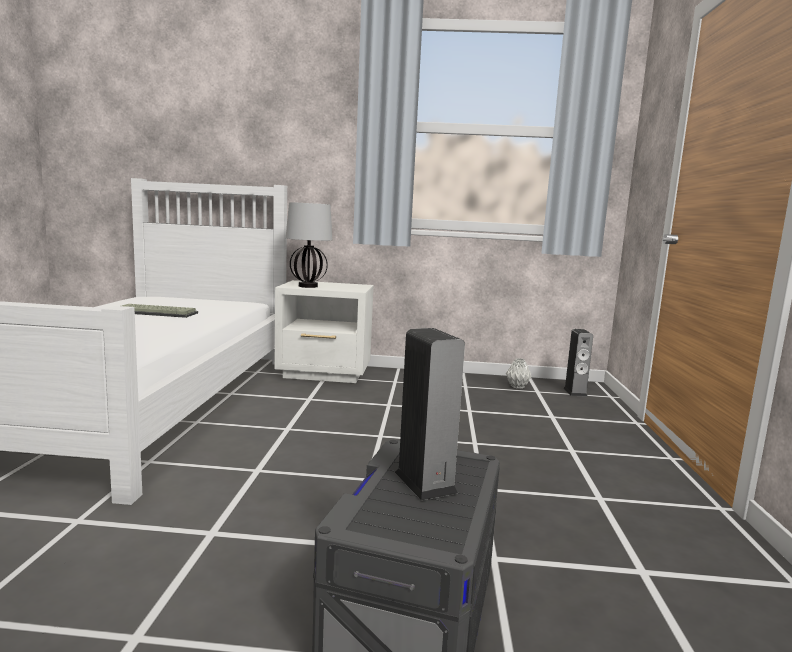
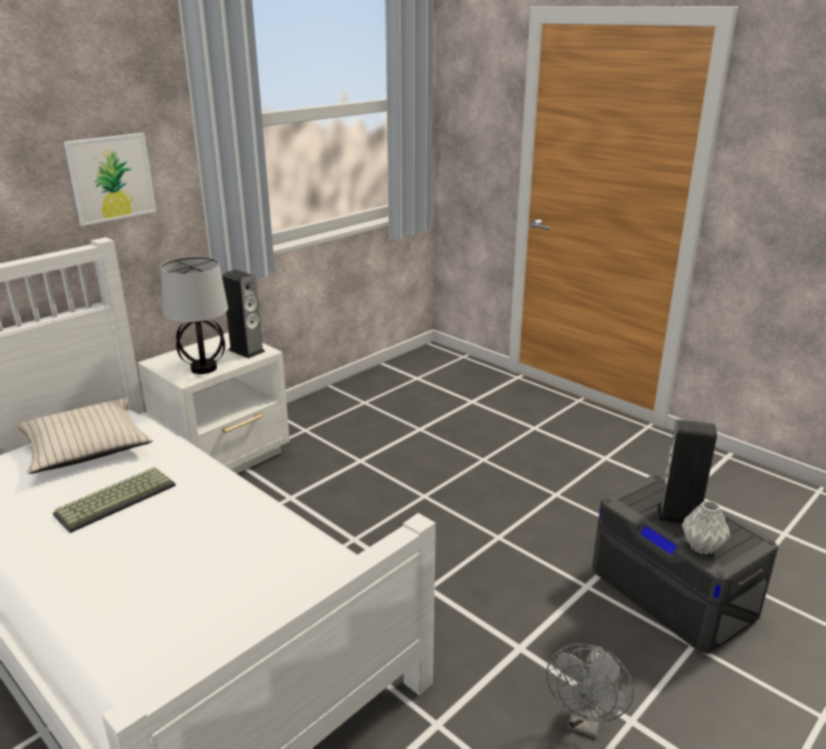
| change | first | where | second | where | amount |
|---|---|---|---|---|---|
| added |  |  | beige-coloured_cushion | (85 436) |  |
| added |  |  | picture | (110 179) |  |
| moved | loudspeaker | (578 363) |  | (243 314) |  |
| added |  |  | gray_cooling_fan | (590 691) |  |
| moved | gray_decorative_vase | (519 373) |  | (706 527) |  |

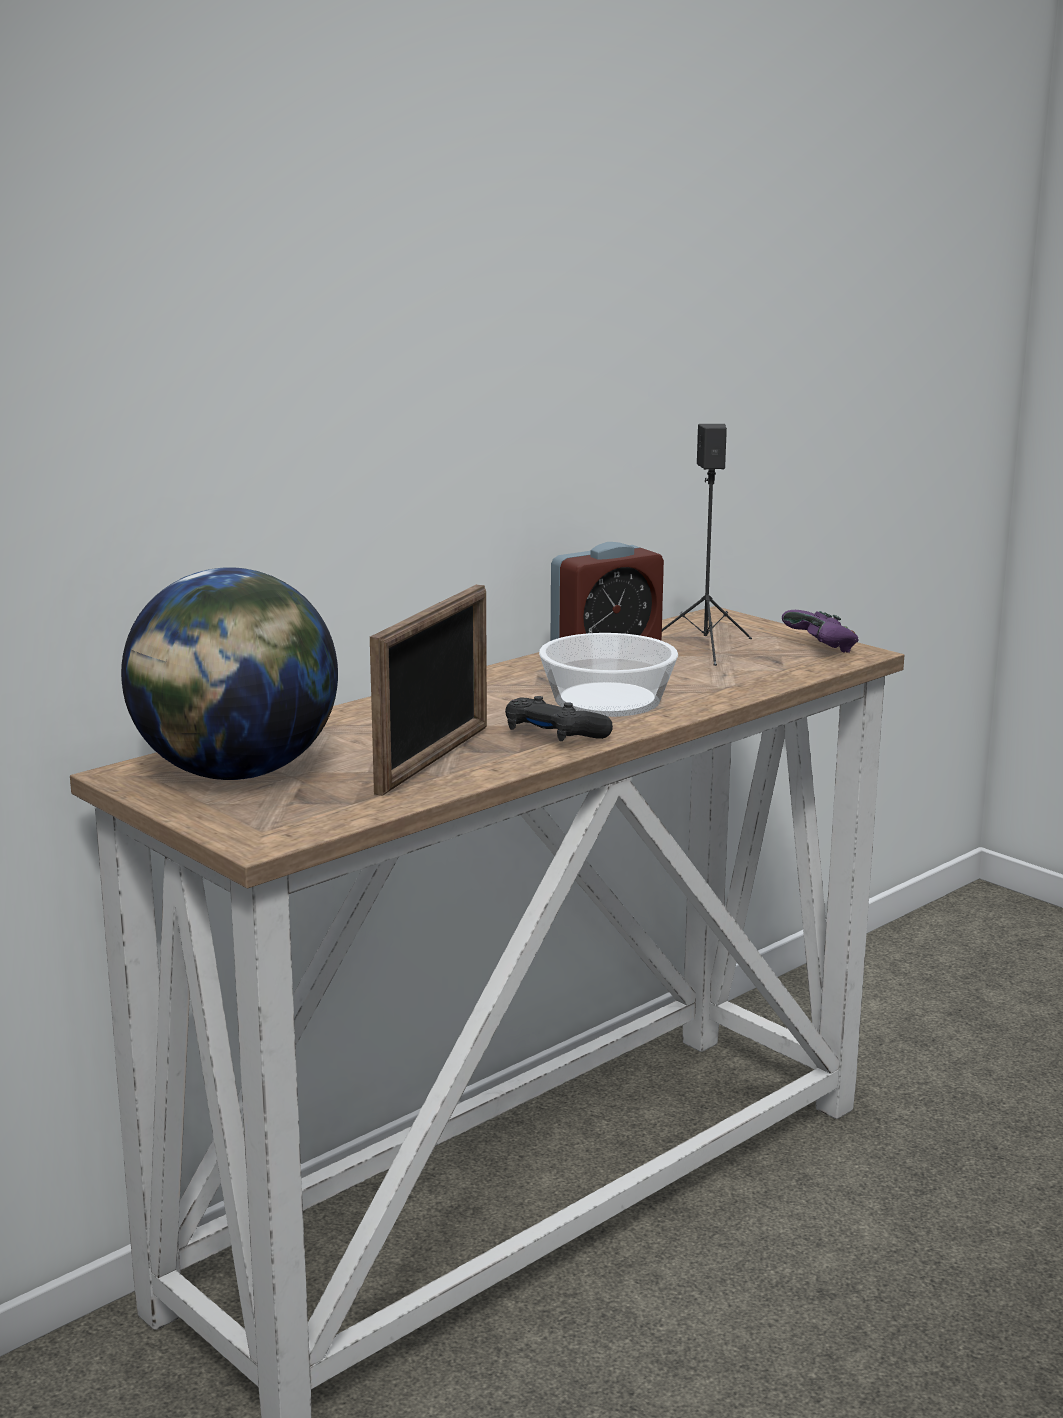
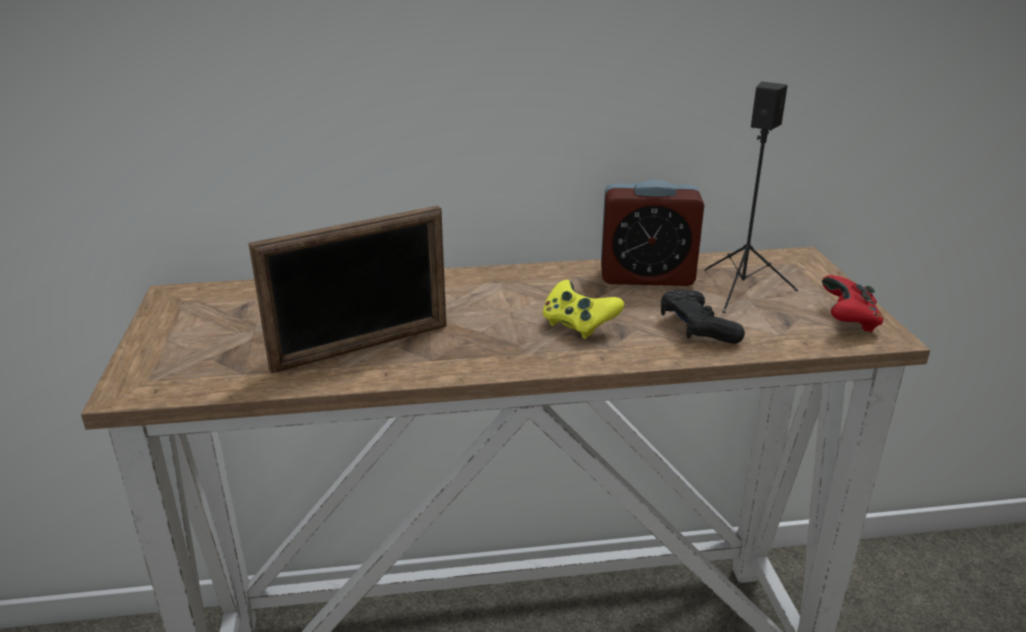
| change | first | where | second | where | amount |
|---|---|---|---|---|---|
| replaced | serving_bowl | (608 675) | yellow_gamepad | (583 309) |  |
| moved | blackish_gamepad | (559 718) |  | (703 316) |  |
| recoloured | purple-coloured_gamepad | (820 631) | red-coloured_gamepad | (852 304) |  |
| removed | world_globe | (229 673) |  |  |  |

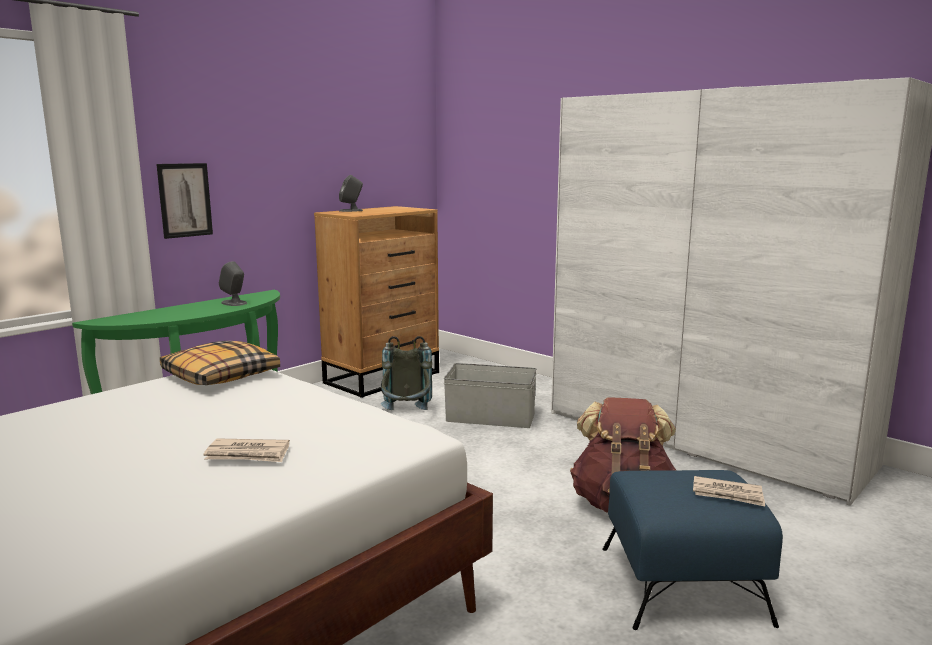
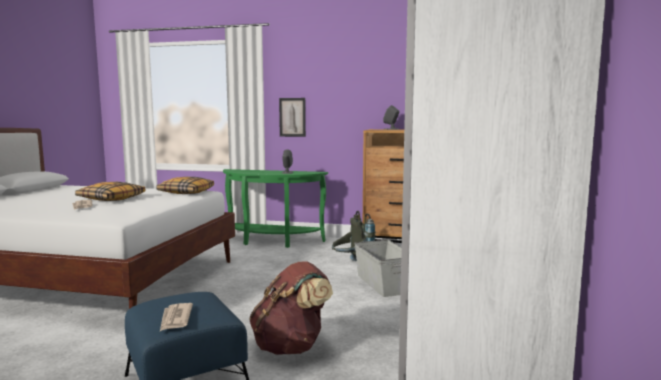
| change | first | where | second | where | amount |
|---|---|---|---|---|---|
| added |  |  | cushion | (110 191) |  |

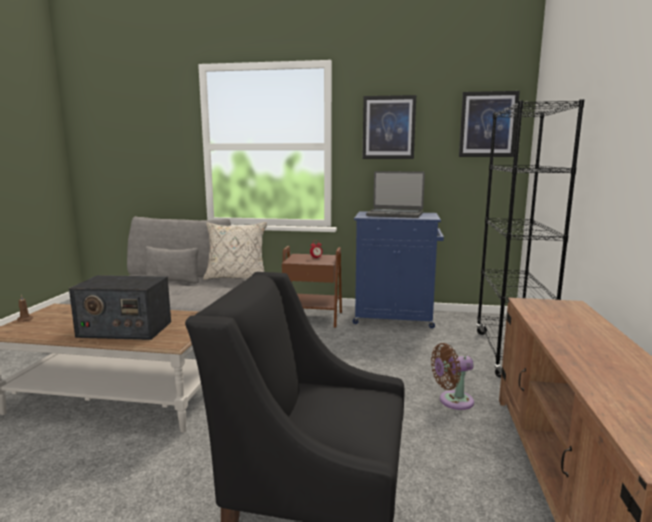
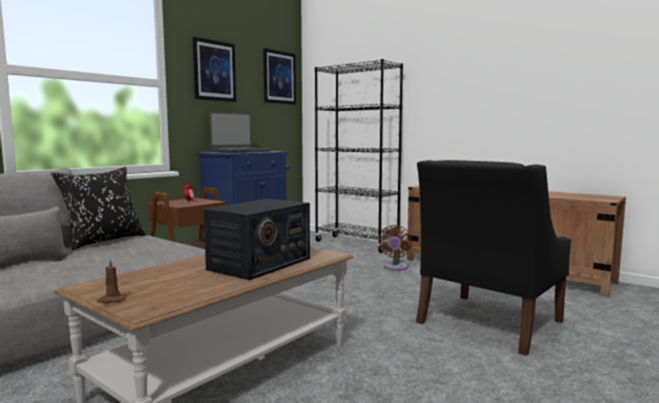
| change | first | where | second | where | amount |
|---|---|---|---|---|---|
| recoloured | beige-coloured_cushion | (235 251) | blackish_cushion | (98 208) |  |

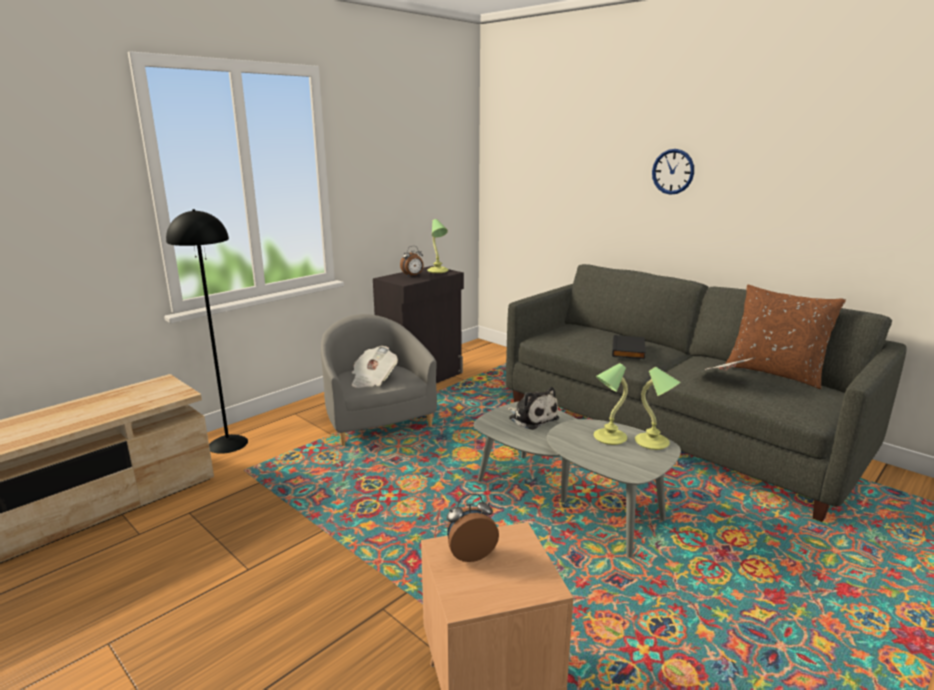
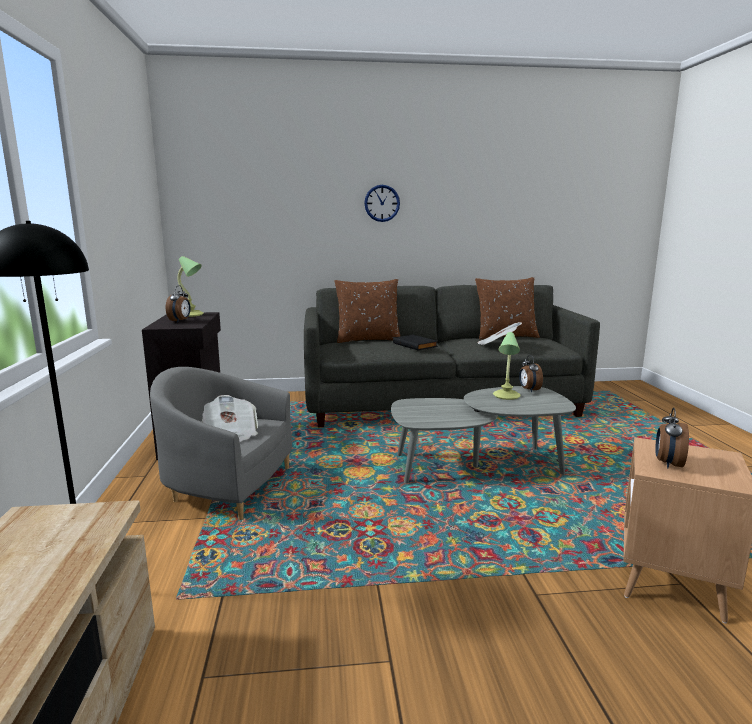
| change | first | where | second | where | amount |
|---|---|---|---|---|---|
| added |  |  | brown-coloured_cushion | (368 311) |  |
| replaced | lamp_for_a_table | (657 408) | bedside_clock | (531 373) |  |
| removed | plush_toy | (533 408) |  |  |  |

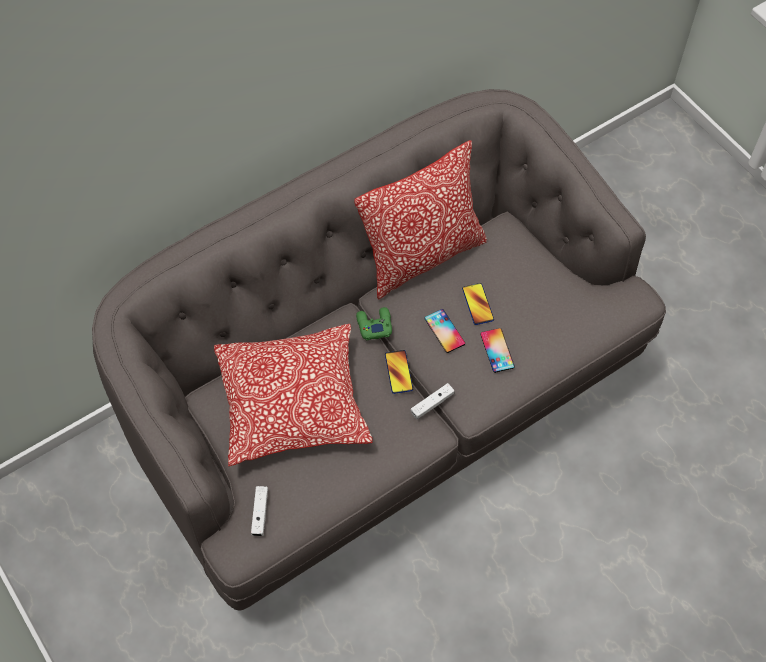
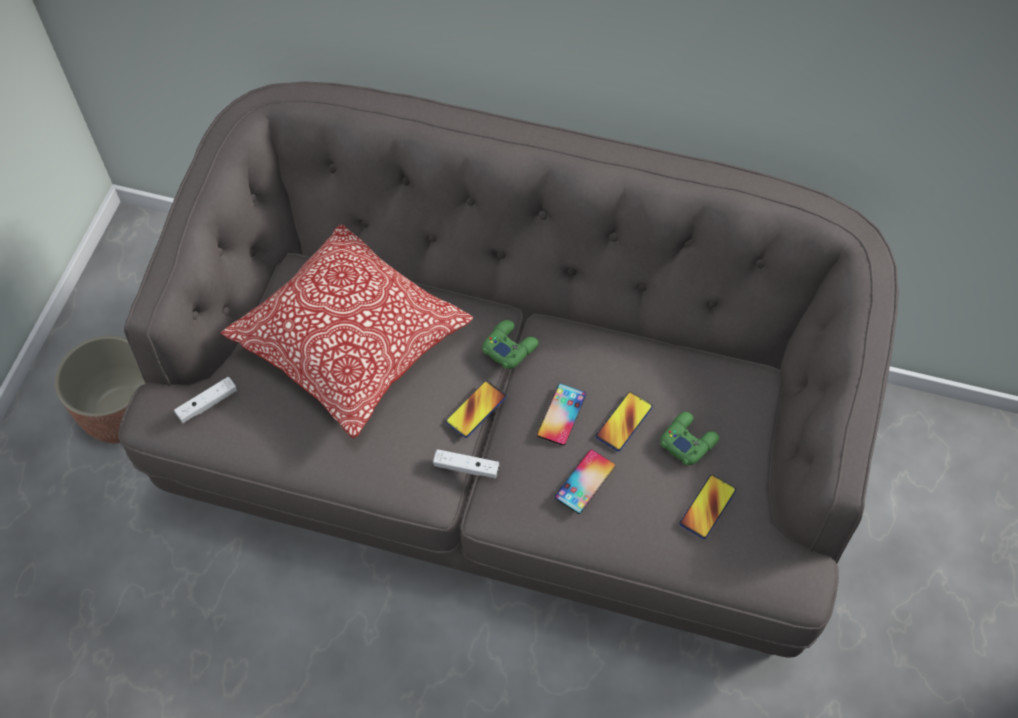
| change | first | where | second | where | amount |
|---|---|---|---|---|---|
| added |  |  | flower_pot | (100 390) |  |
| added |  |  | greenish_gamepad | (689 438) |  |
| added |  |  | telephone | (708 507) |  |
| removed | cushion | (420 219) |  |  |  |

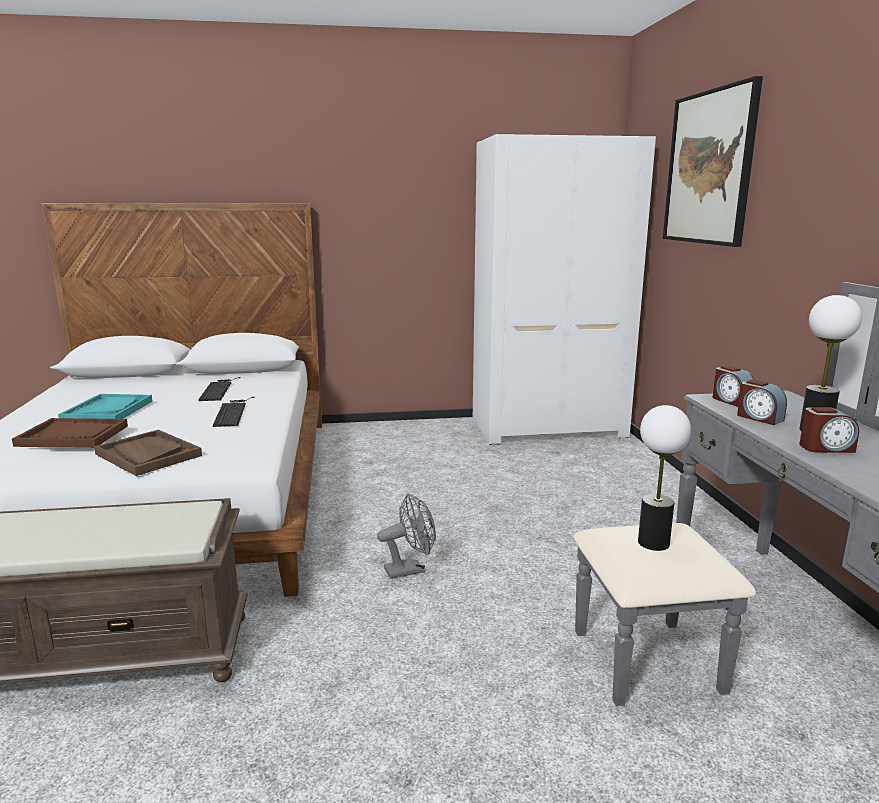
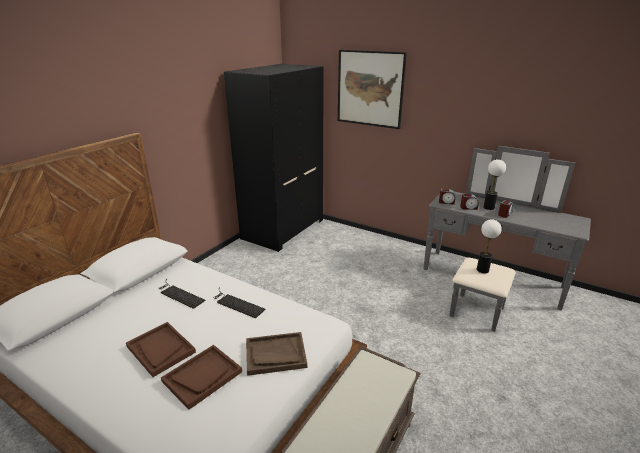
| change | first | where | second | where | amount |
|---|---|---|---|---|---|
| recoloured | turquoise-coloured_carrying_tray | (105 406) | brown-coloured_carrying_tray | (161 349) |  |
| recoloured | whitish_clothes_cupboard | (564 289) | blackish_clothes_cupboard | (274 158) |  |
| removed | gray_cooling_fan | (406 536) |  |  |  |

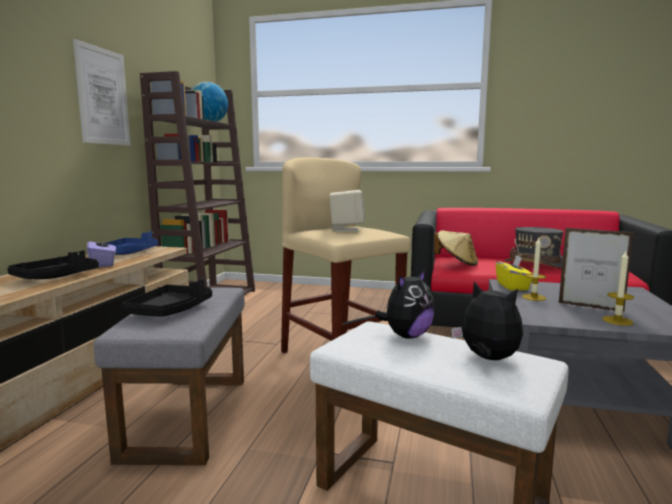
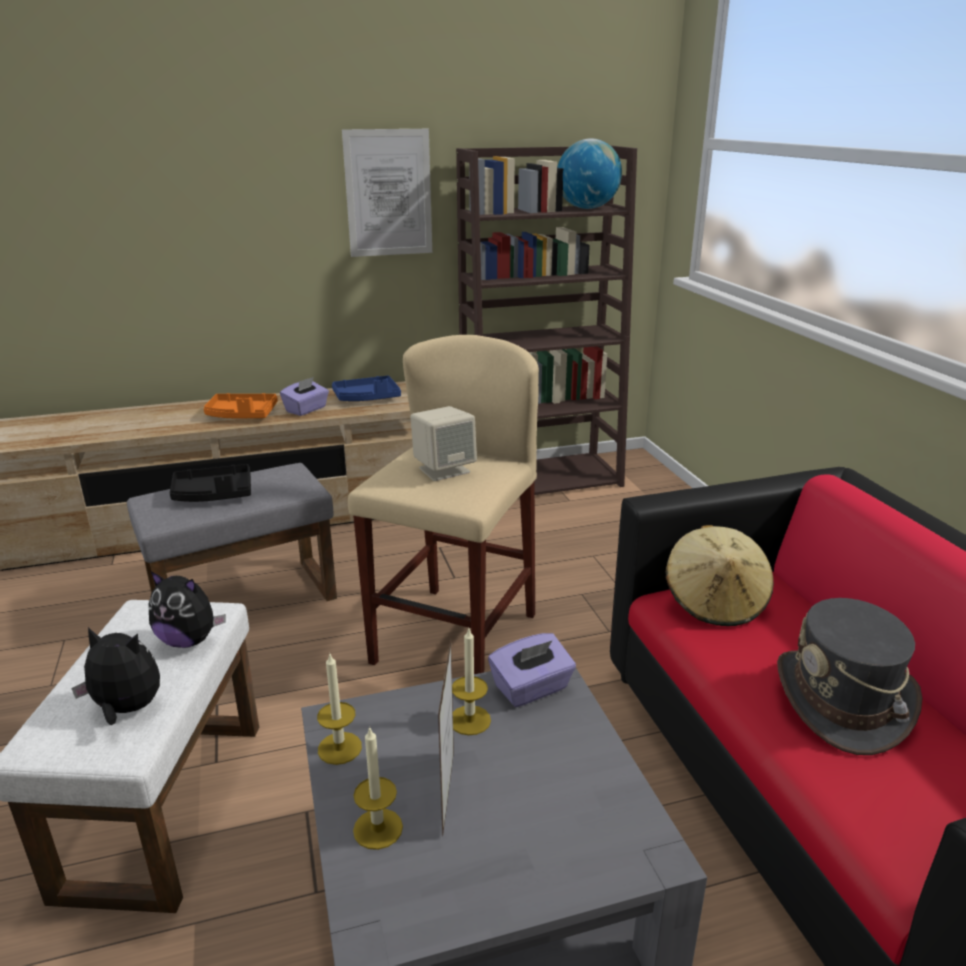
| change | first | where | second | where | amount |
|---|---|---|---|---|---|
| turned | plush_toy | (487 320) |  | (115 676) | 90 degrees counterclockwise |
| recoloured | blackish_carrying_tray | (53 264) | orangey_carrying_tray | (241 405) |  |
| added |  |  | candle | (339 708) |  |
| recoloured | yellow_box_of_tissues | (514 273) | purple-coloured_box_of_tissues | (532 670) |  |

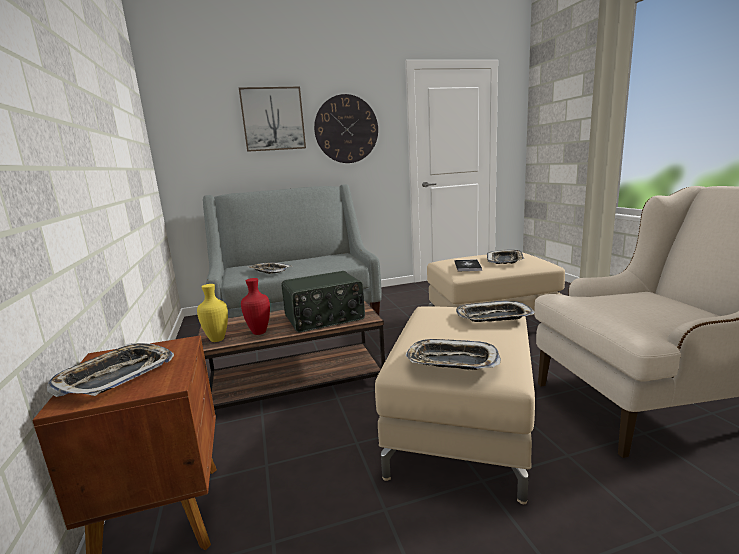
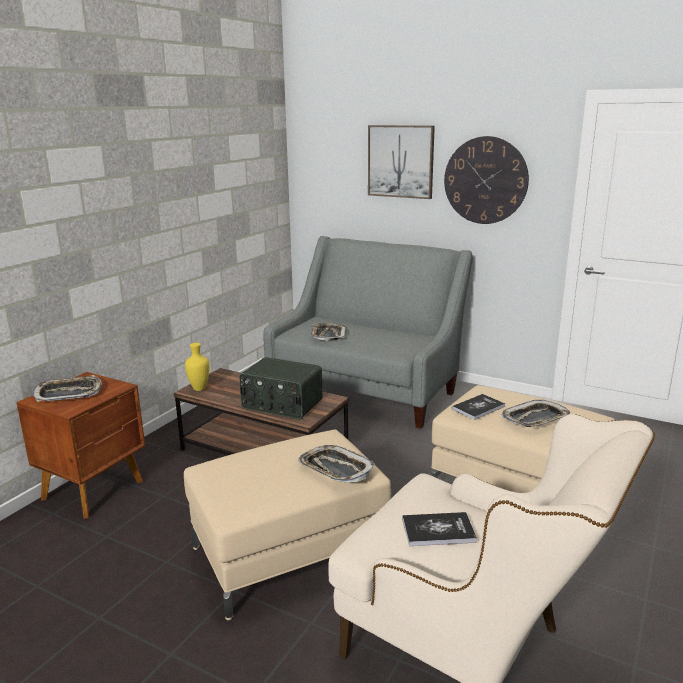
| change | first | where | second | where | amount |
|---|---|---|---|---|---|
| added |  |  | book | (439 529) |  |
| removed | red-coloured_decorative_vase | (255 306) |  |  |  |
| removed | carrying_tray | (453 354) |  |  |  |

